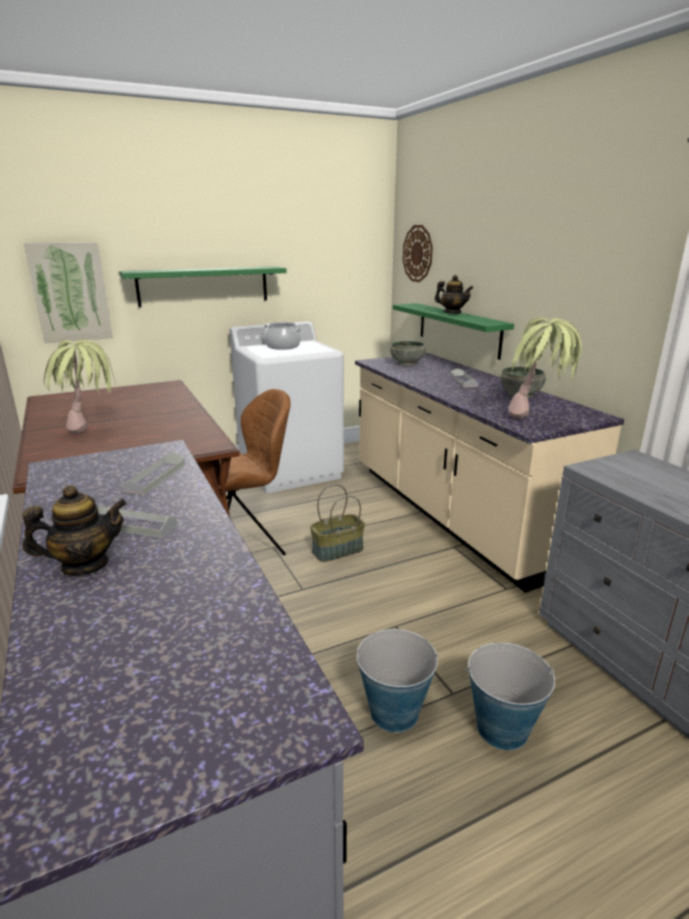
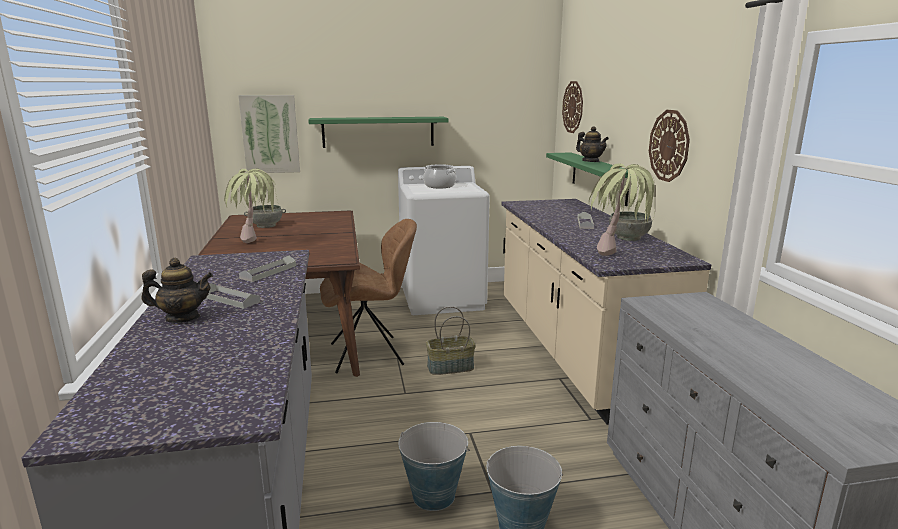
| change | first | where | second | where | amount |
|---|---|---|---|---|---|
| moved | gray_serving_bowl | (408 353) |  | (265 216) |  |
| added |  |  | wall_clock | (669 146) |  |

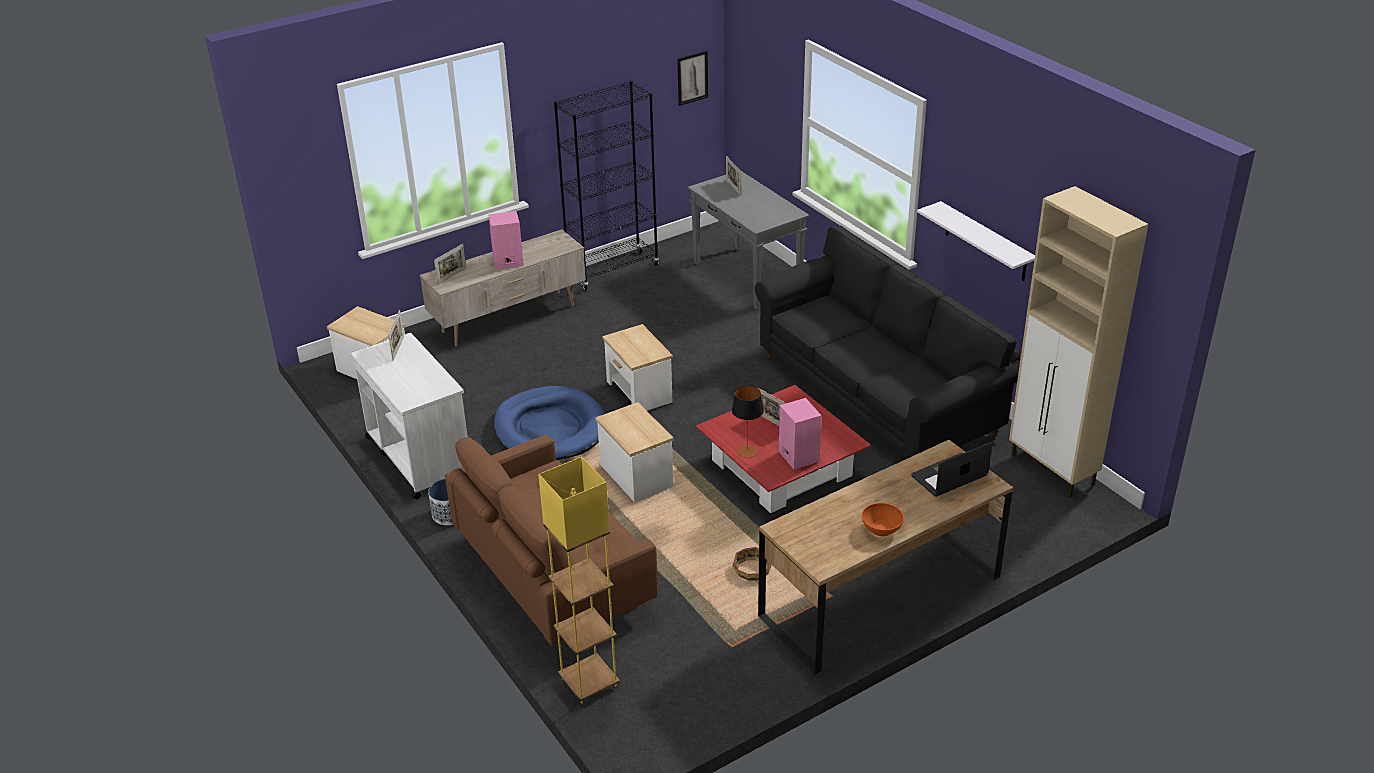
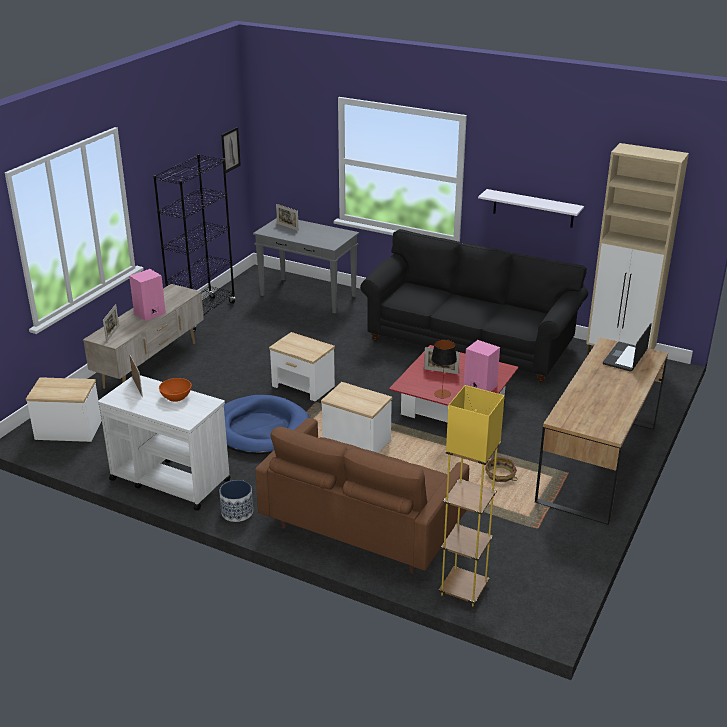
| change | first | where | second | where | amount |
|---|---|---|---|---|---|
| moved | orangey_serving_bowl | (883 519) |  | (175 390) |  |

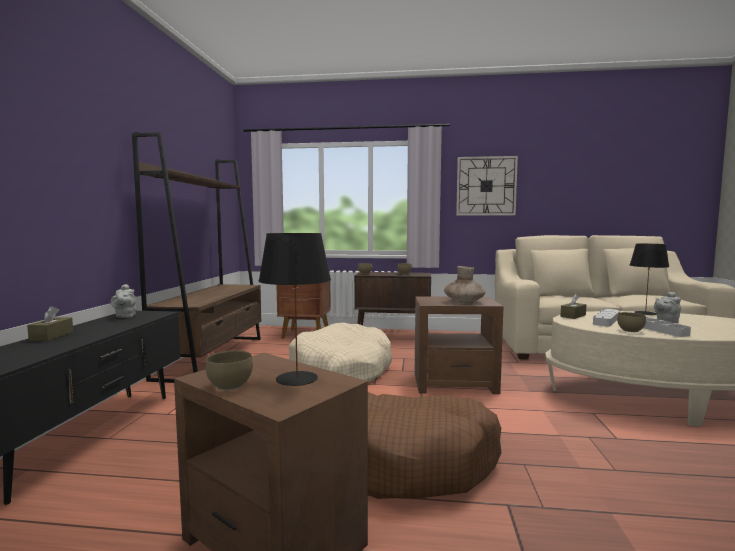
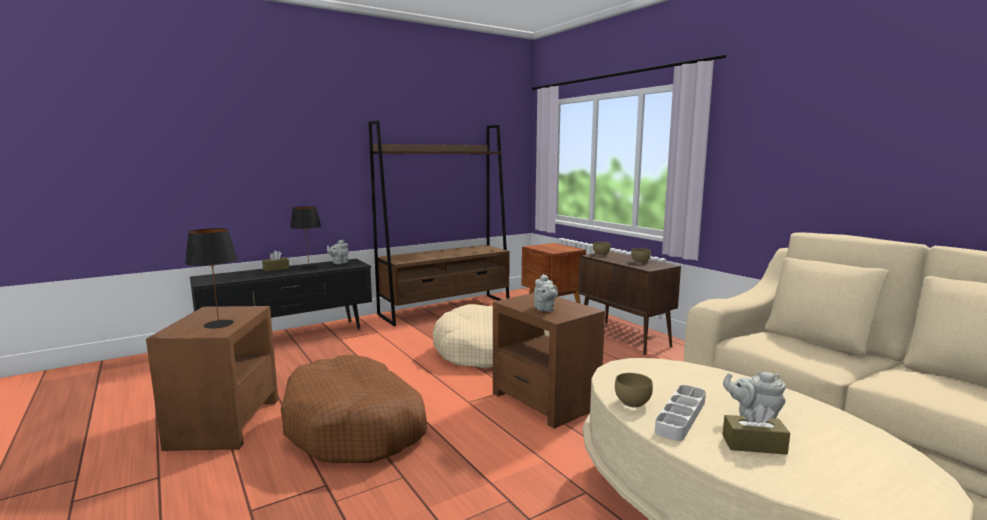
| change | first | where | second | where | amount |
|---|---|---|---|---|---|
| moved | blackish_lamp_for_a_table | (649 279) |  | (305 238) |  |
| replaced | brown-coloured_decorative_vase | (464 284) | gray_tea_pot | (546 292) |  |
| moved | brown-coloured_box_of_tissues | (573 306) |  | (756 429) |  |
| removed | brown-coloured_serving_bowl | (229 370) |  |  |  |
| removed | wall_clock | (487 186) |  |  |  |
| removed | gray_carrying_tray | (606 318) |  |  |  |

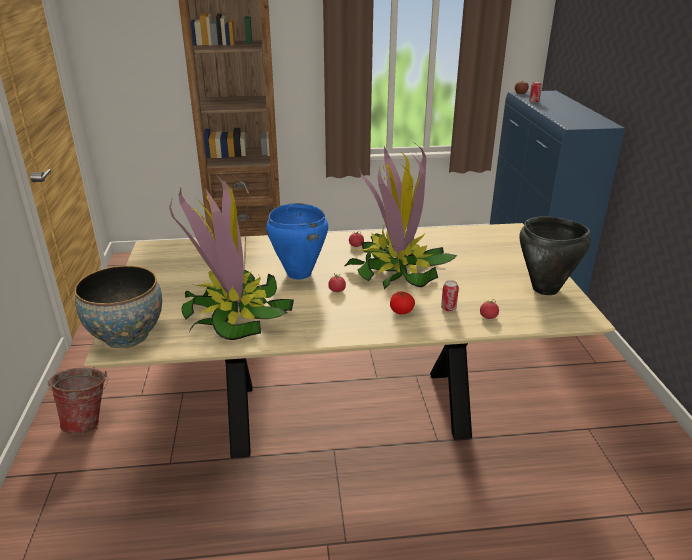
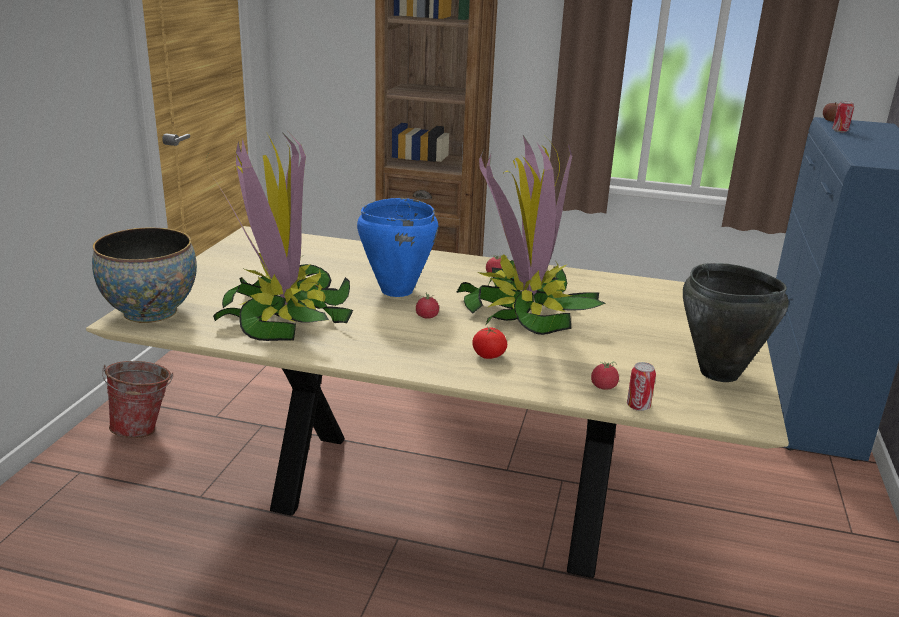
| change | first | where | second | where | amount |
|---|---|---|---|---|---|
| moved | metal_can | (450 296) |  | (641 386) |  |

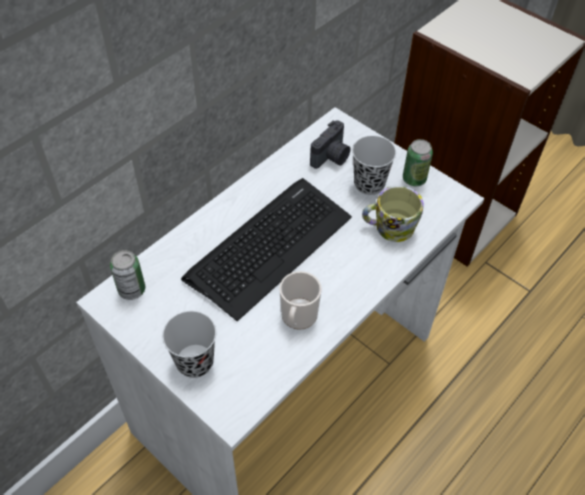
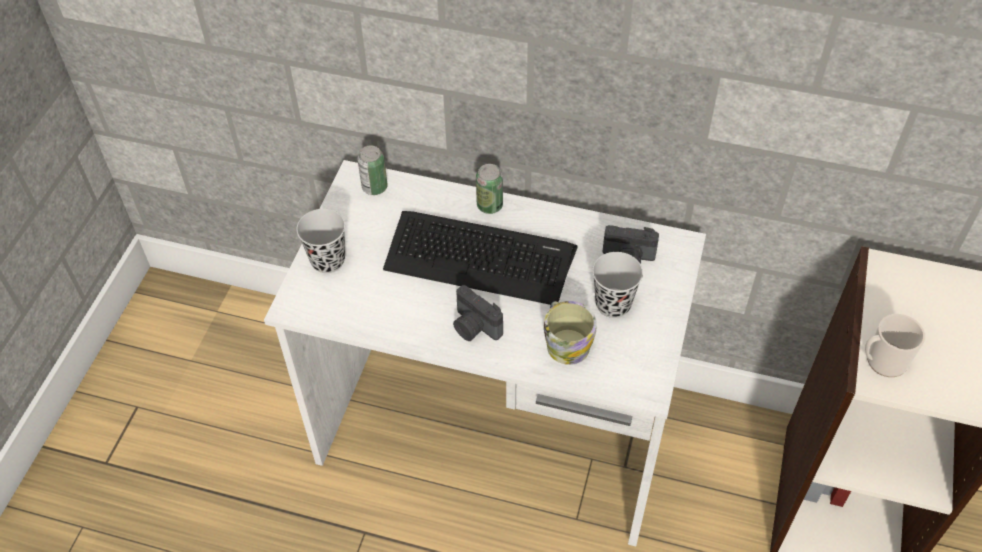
| change | first | where | second | where | amount |
|---|---|---|---|---|---|
| added |  |  | photo_camera | (478 313) |  |
| moved | metal_can | (418 162) |  | (489 189) |  |
| moved | tea_mug | (300 300) |  | (895 345) |  |

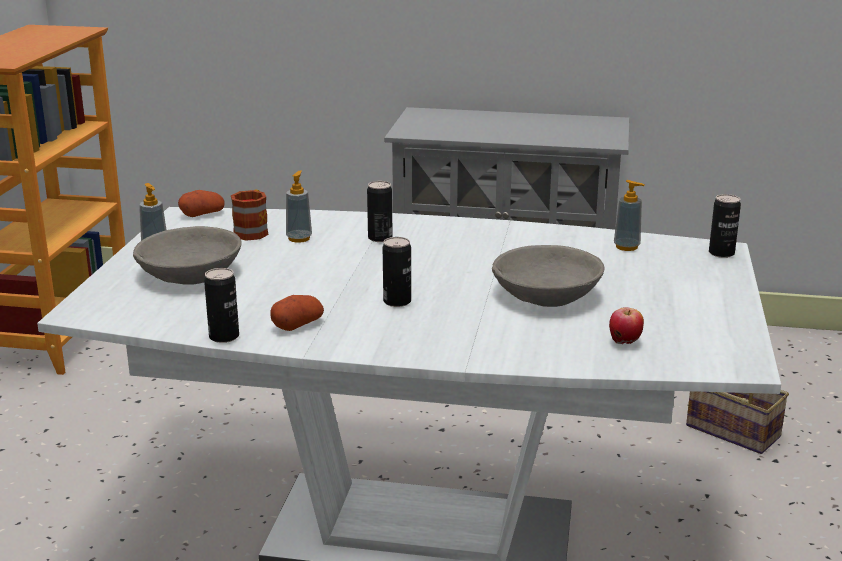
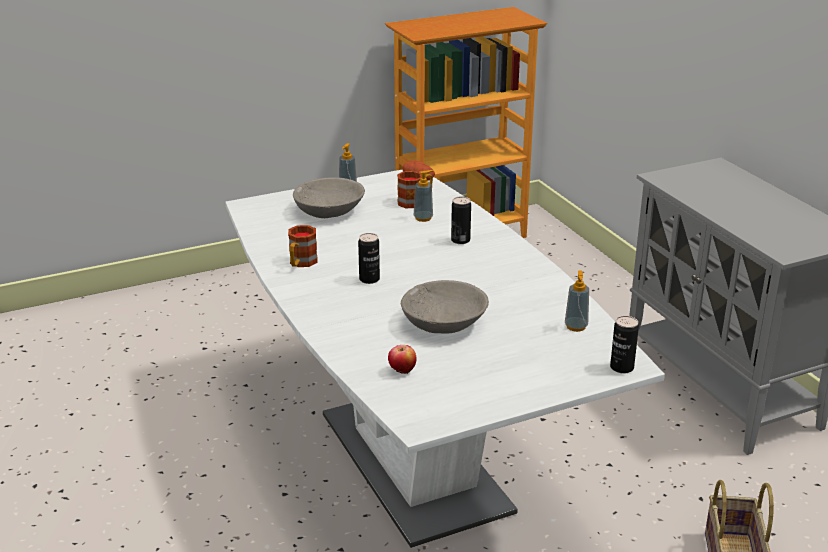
| change | first | where | second | where | amount |
|---|---|---|---|---|---|
| replaced | whole_potato | (297 313) | tea_mug | (303 246) |  |
| removed | metal_can | (221 305) |  |  |  |

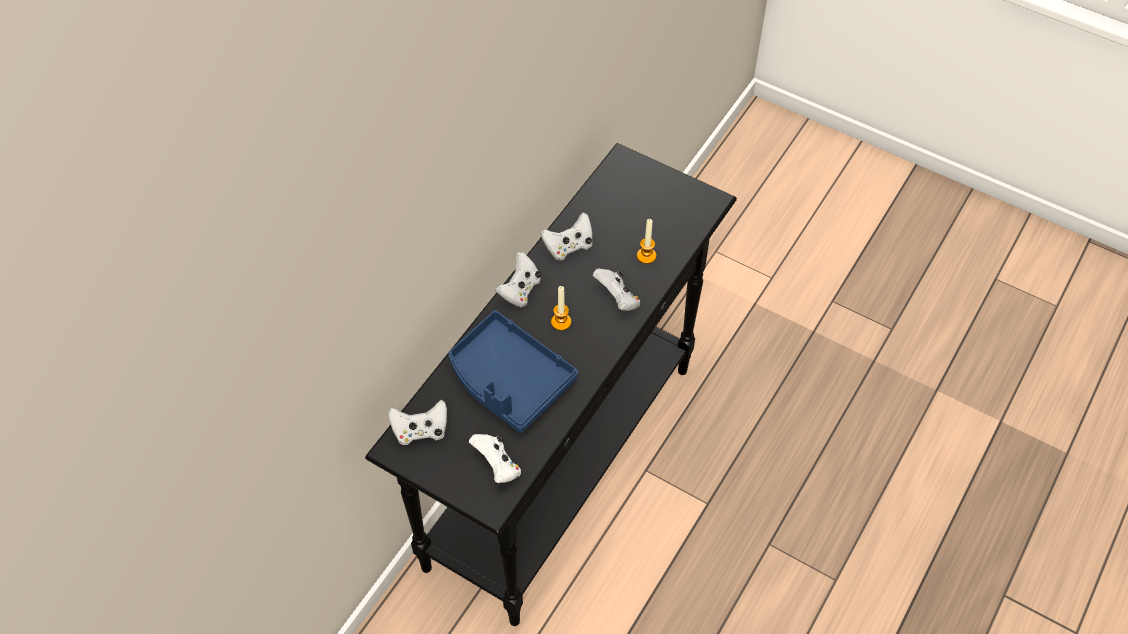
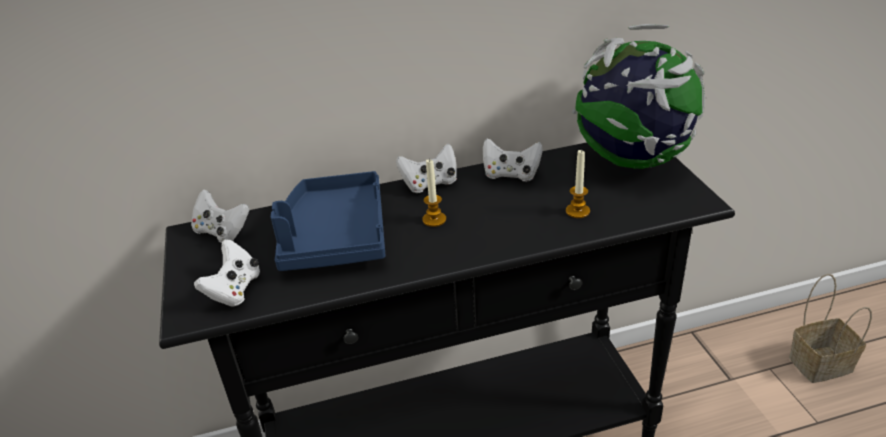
| change | first | where | second | where | amount |
|---|---|---|---|---|---|
| added |  |  | world_globe | (638 96) |  |
| added |  |  | household_basket | (830 328) |  |
| removed | whitish_gamepad | (616 289) |  |  |  |

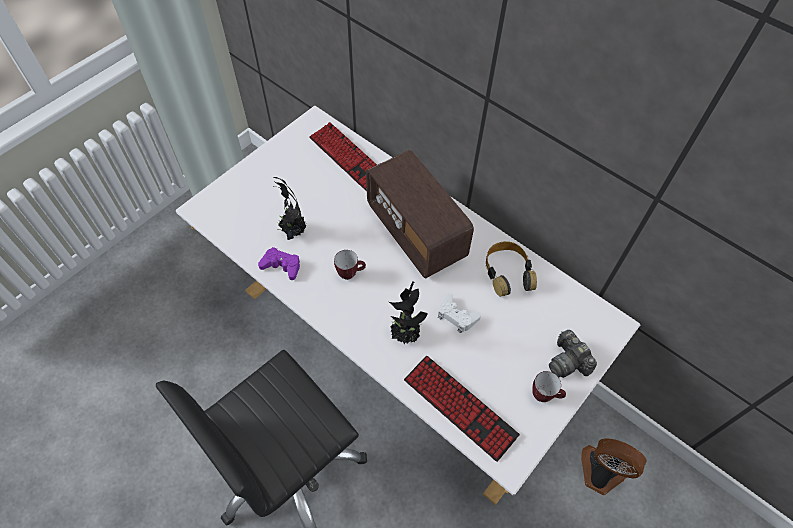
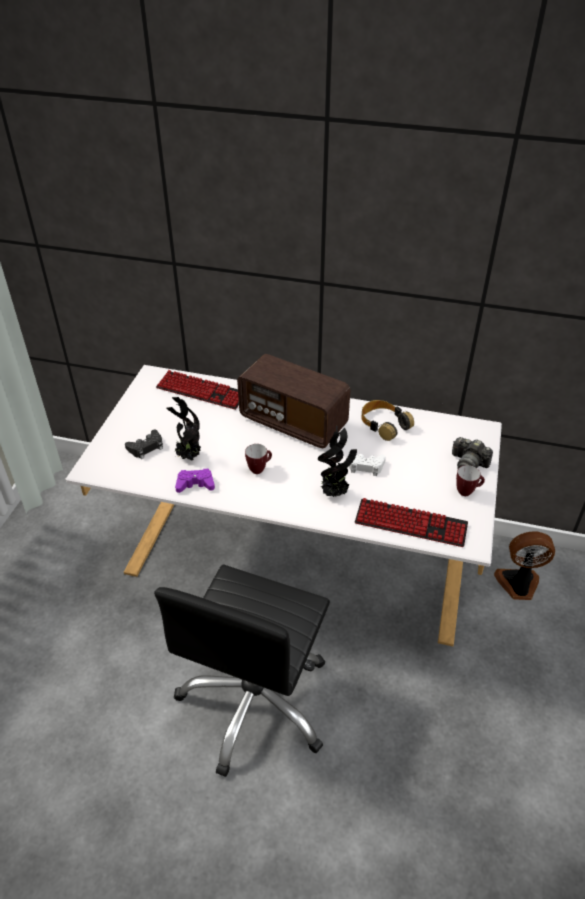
| change | first | where | second | where | amount |
|---|---|---|---|---|---|
| added |  |  | blackish_gamepad | (144 444) |  |

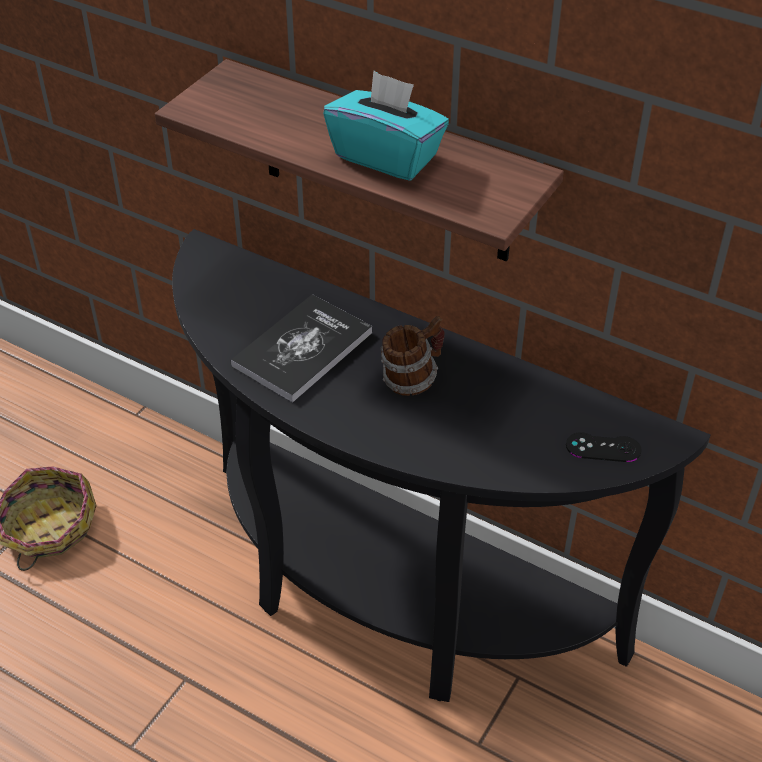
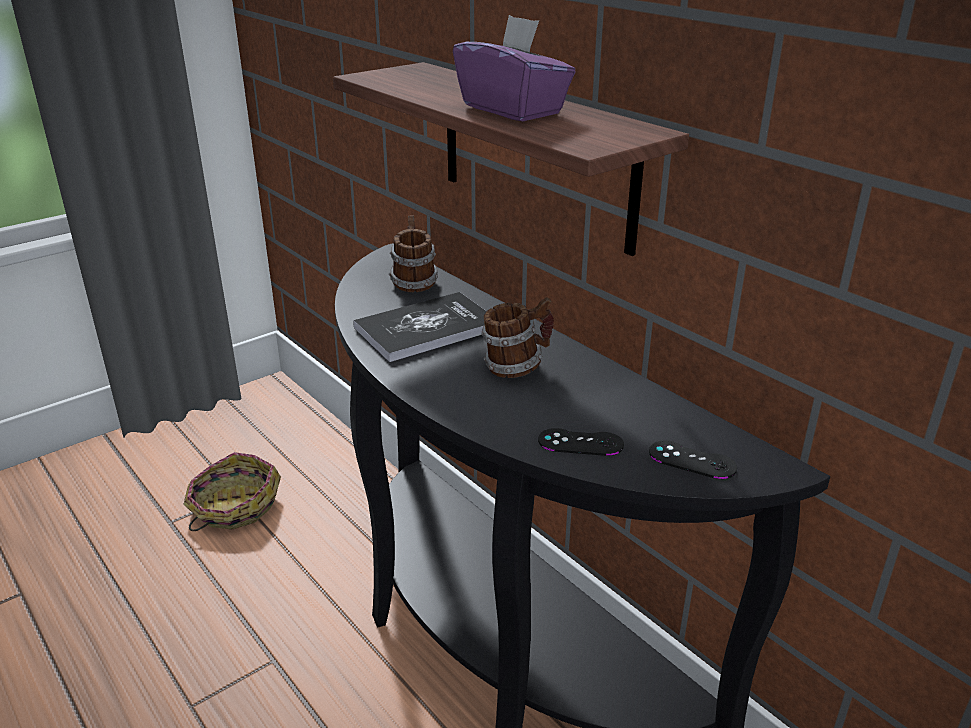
| change | first | where | second | where | amount |
|---|---|---|---|---|---|
| added |  |  | tea_mug | (413 253) |  |
| recoloured | turquoise-coloured_box_of_tissues | (386 126) | purple-coloured_box_of_tissues | (514 68) |  |
| added |  |  | blackish_gamepad | (581 442) |  |

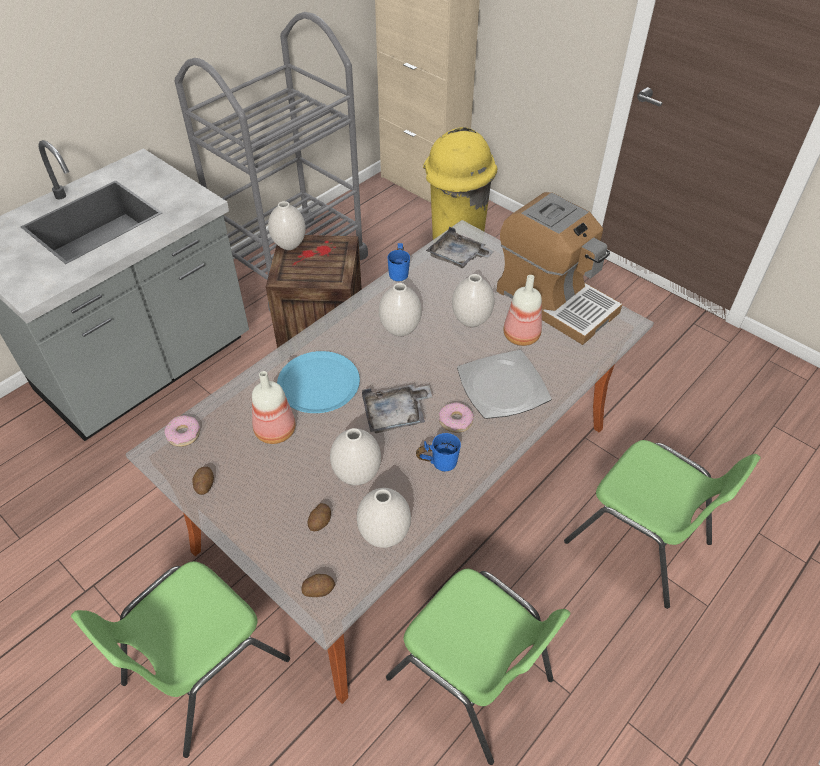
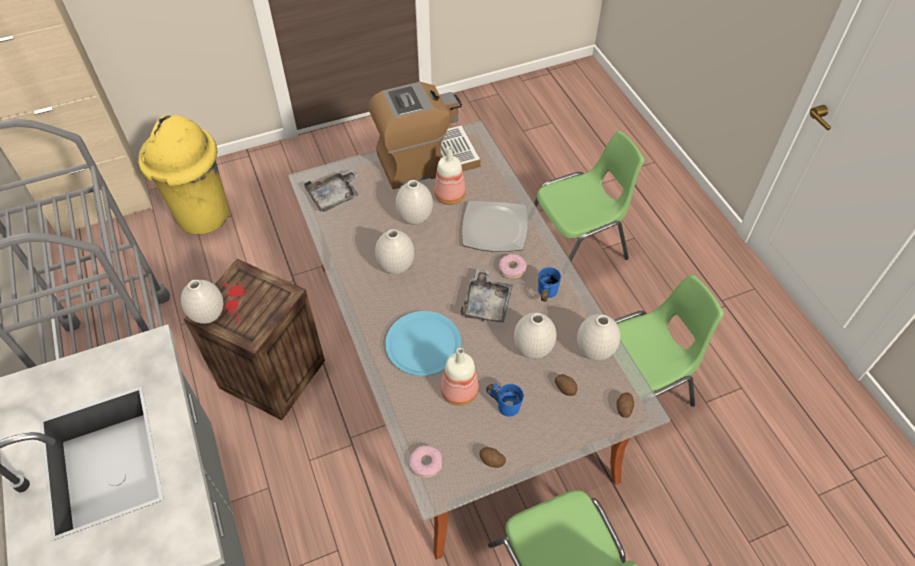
| change | first | where | second | where | amount |
|---|---|---|---|---|---|
| moved | blue-coloured_tea_mug | (398 262) |  | (505 399) |  |

